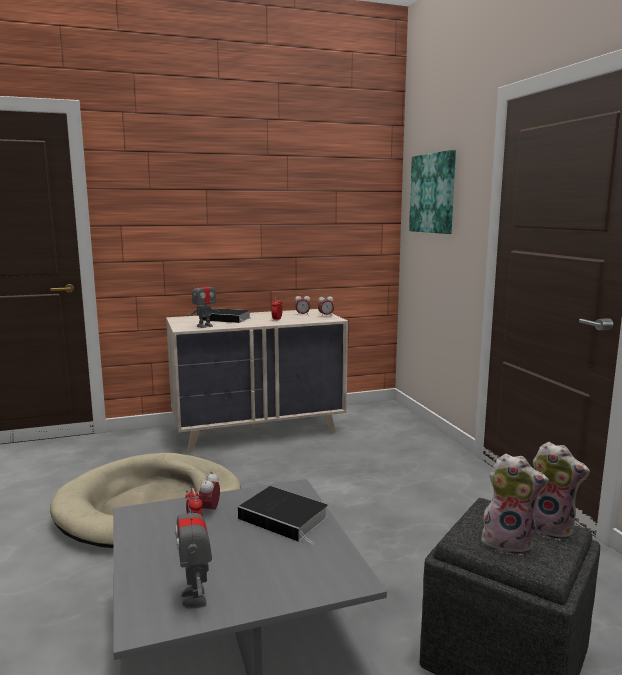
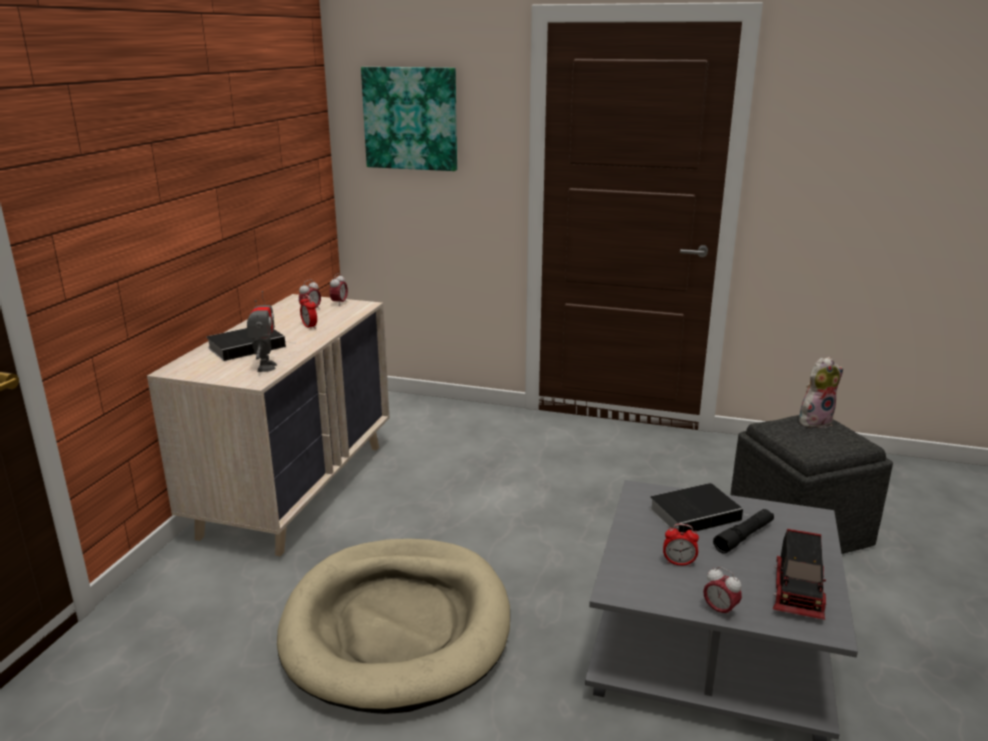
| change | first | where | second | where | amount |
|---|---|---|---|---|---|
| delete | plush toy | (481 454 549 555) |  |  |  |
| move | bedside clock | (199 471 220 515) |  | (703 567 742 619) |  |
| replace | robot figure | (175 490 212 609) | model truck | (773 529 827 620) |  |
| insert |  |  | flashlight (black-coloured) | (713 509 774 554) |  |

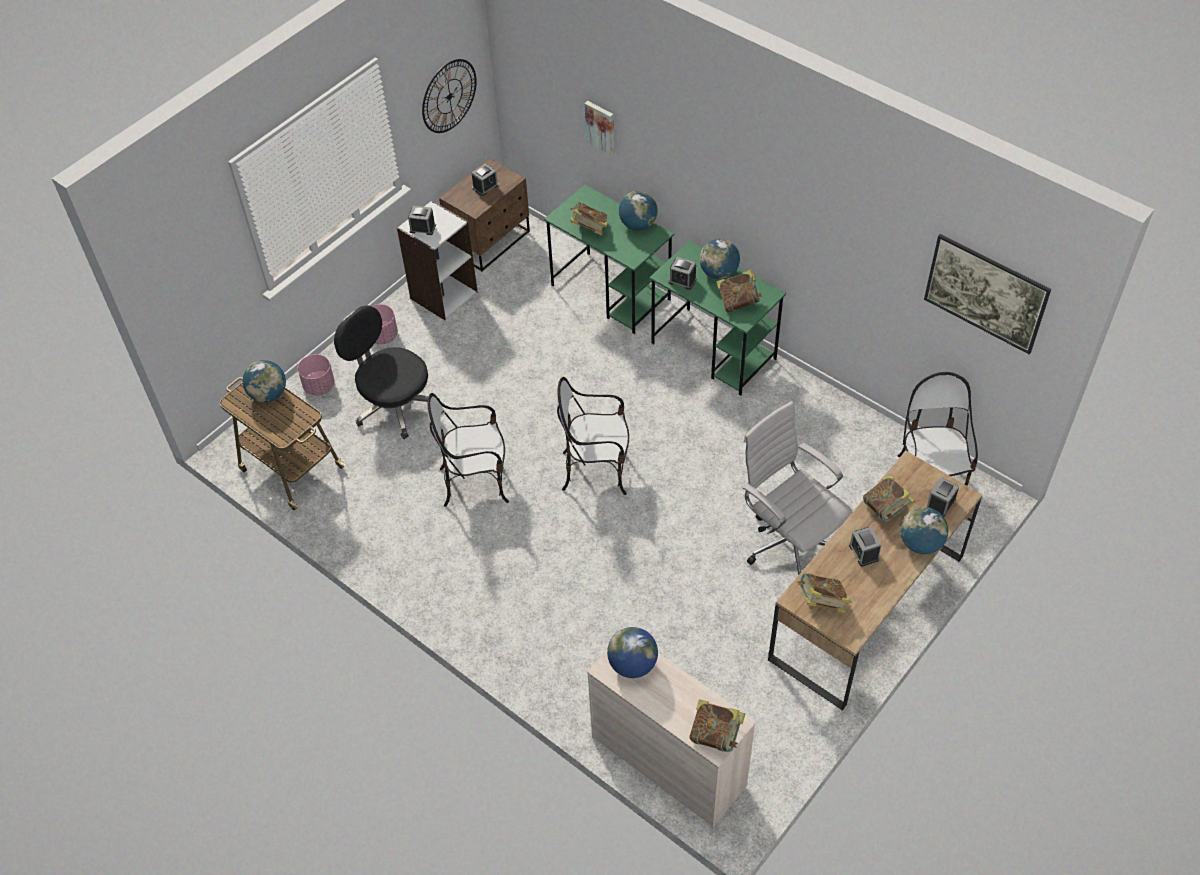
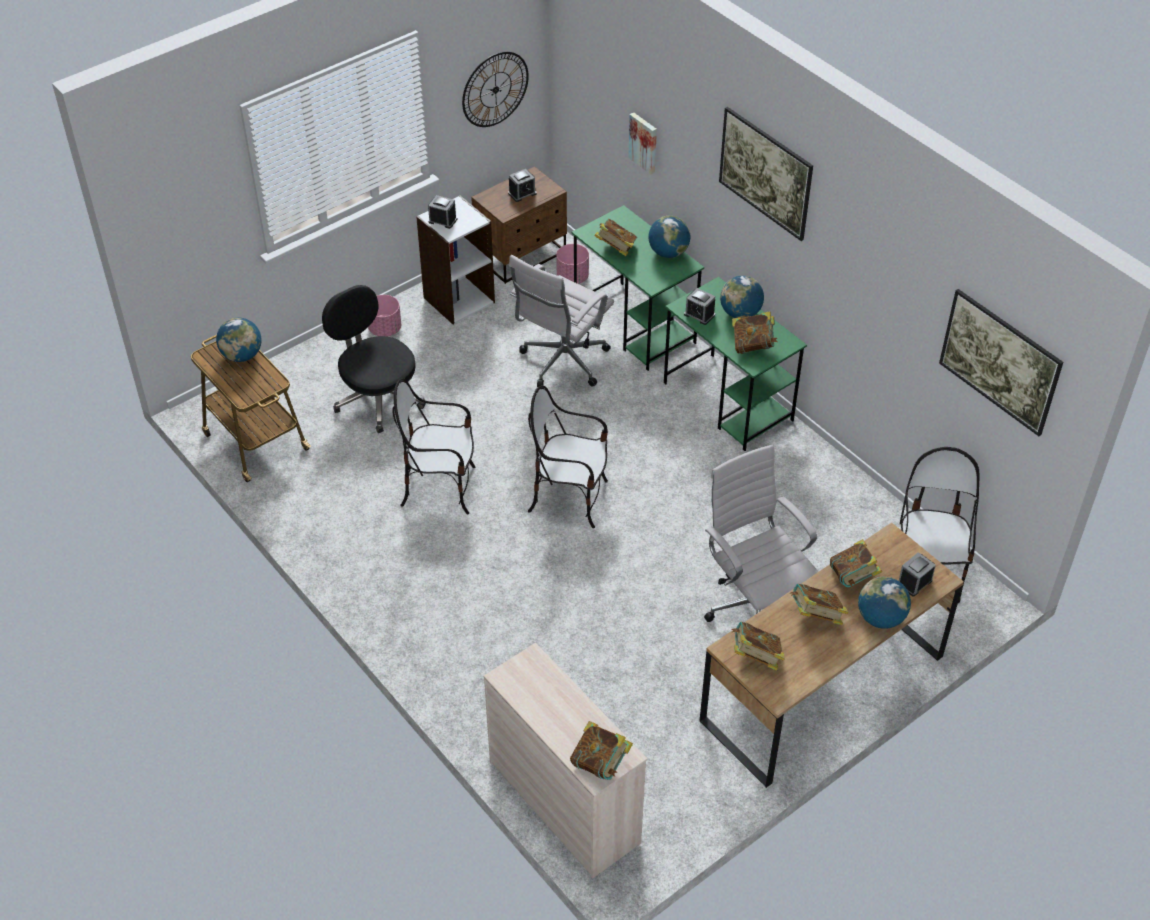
| change | first | where | second | where | amount |
|---|---|---|---|---|---|
| move | flower pot (pink) | (298 354 335 395) |  | (556 244 589 284) |  |
| replace | bedside clock | (849 527 882 567) | book | (790 584 848 625) |  |
| delete | world globe | (607 627 658 678) |  |  |  |
| insert |  |  | wall picture | (719 107 813 241) |  |
| insert |  |  | desk chair (white) | (509 255 614 387) |  |

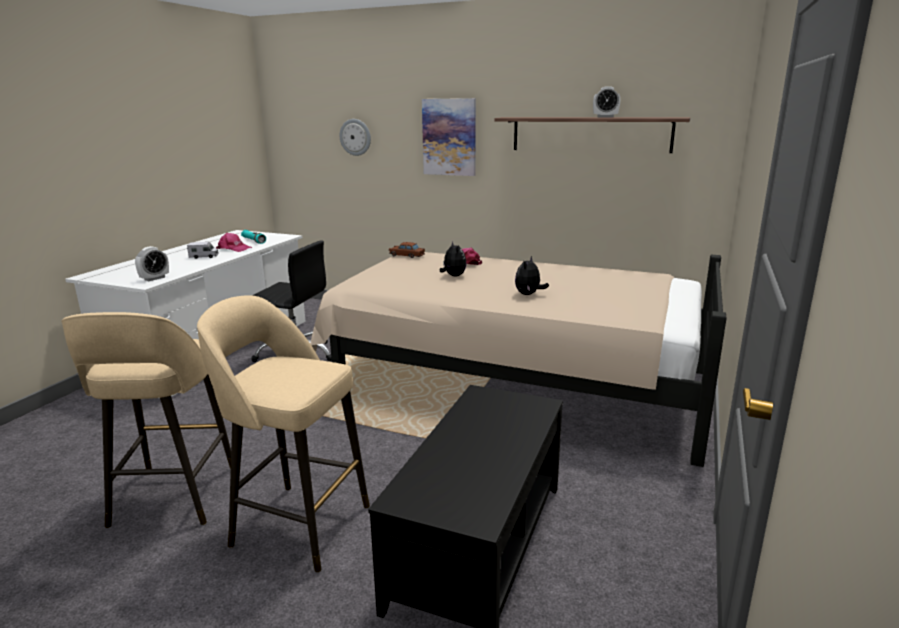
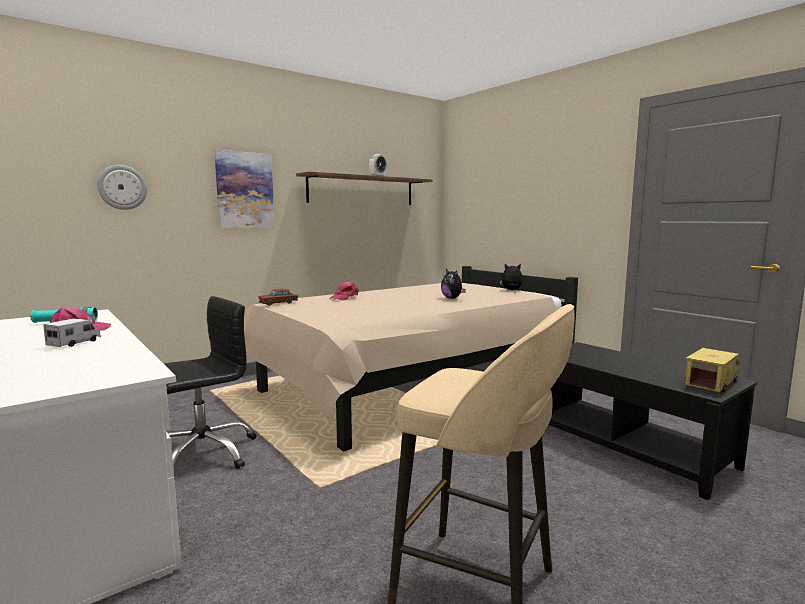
| change | first | where | second | where | amount |
|---|---|---|---|---|---|
| move | plush toy | (440 242 466 276) |  | (499 264 523 290) |  |
| delete | bedside clock | (135 246 169 281) |  |  |  |
| delete | stool (beige) | (197 295 370 572) |  |  |  |
| insert |  |  | model truck | (685 348 740 392) |  |

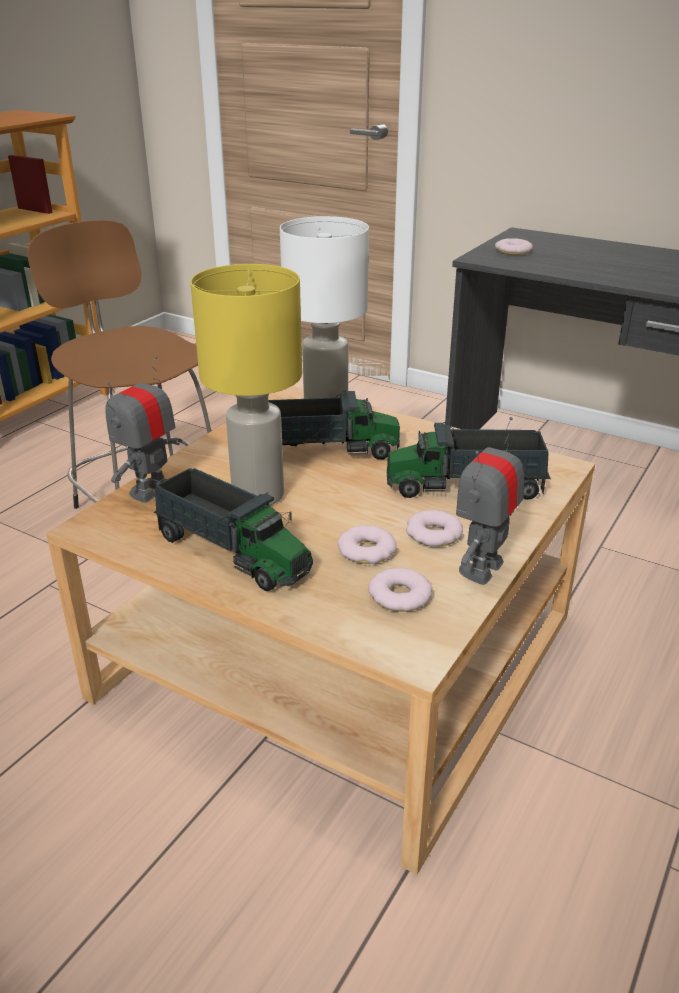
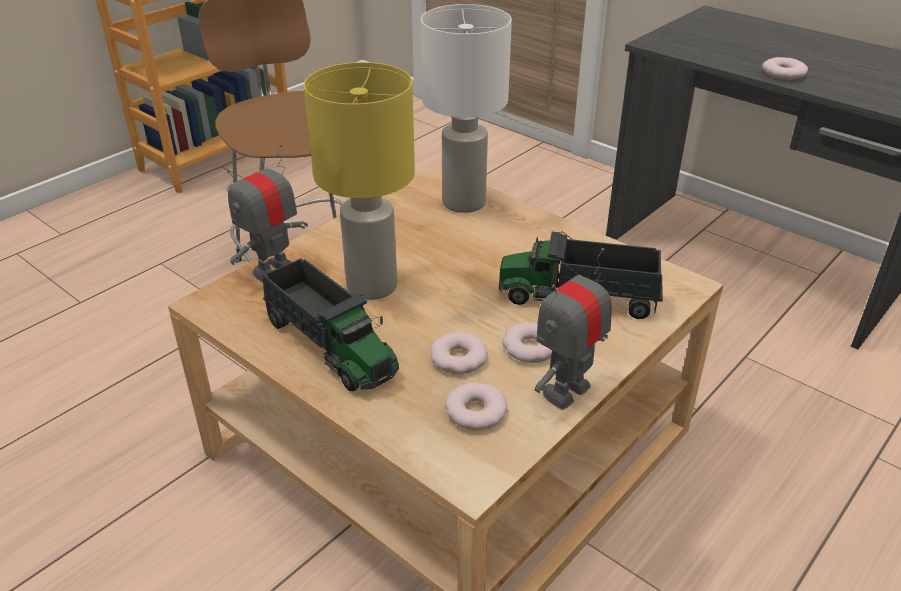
| change | first | where | second | where | amount |
|---|---|---|---|---|---|
| move | doughnut | (495 238 533 255) |  | (762 57 808 80) |  |
| delete | model truck | (268 391 400 459) |  |  |  |

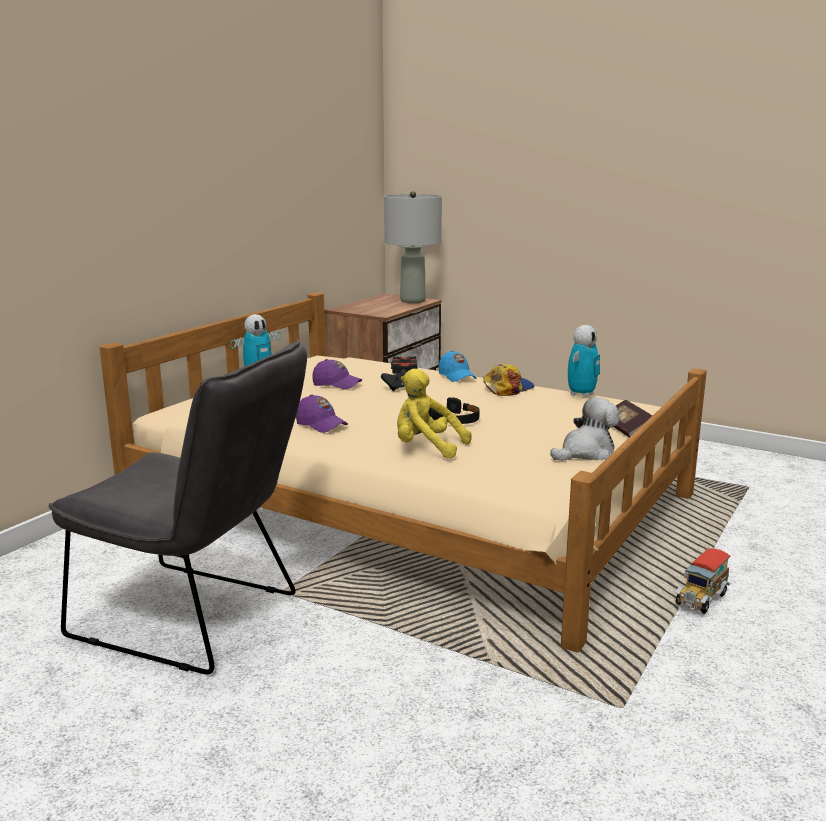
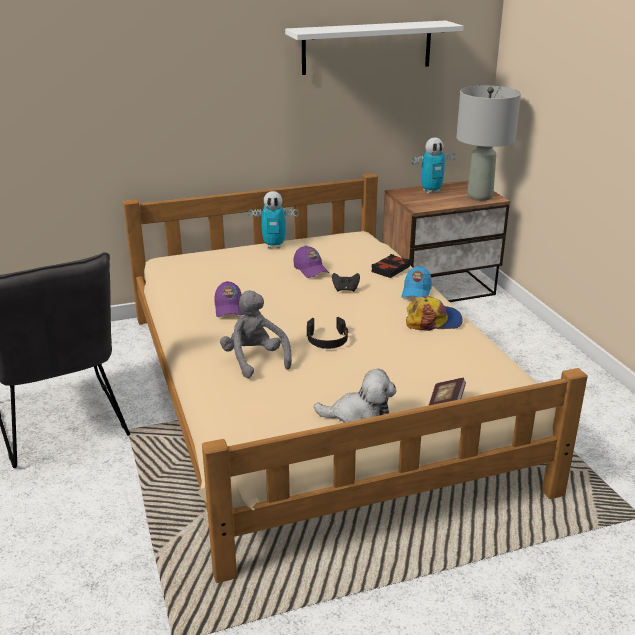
| change | first | where | second | where | amount |
|---|---|---|---|---|---|
| move | robot figure | (568 325 600 398) |  | (412 137 455 194) |  |
| recolor | plush toy (yellow) | (397 369 471 458) | plush toy (gray) | (220 290 292 378) |  |
| delete | model truck | (675 548 730 614) |  |  |  |
| insert |  |  | bracket shelf (white) | (285 20 464 75) |  |

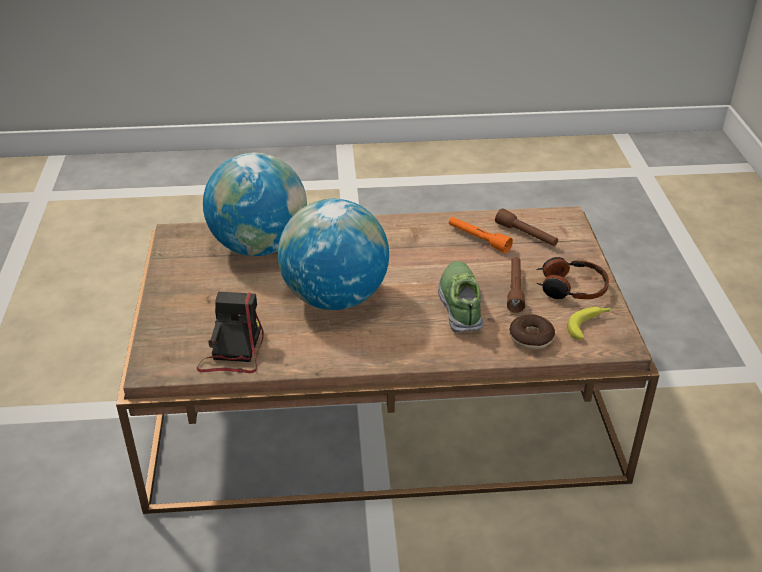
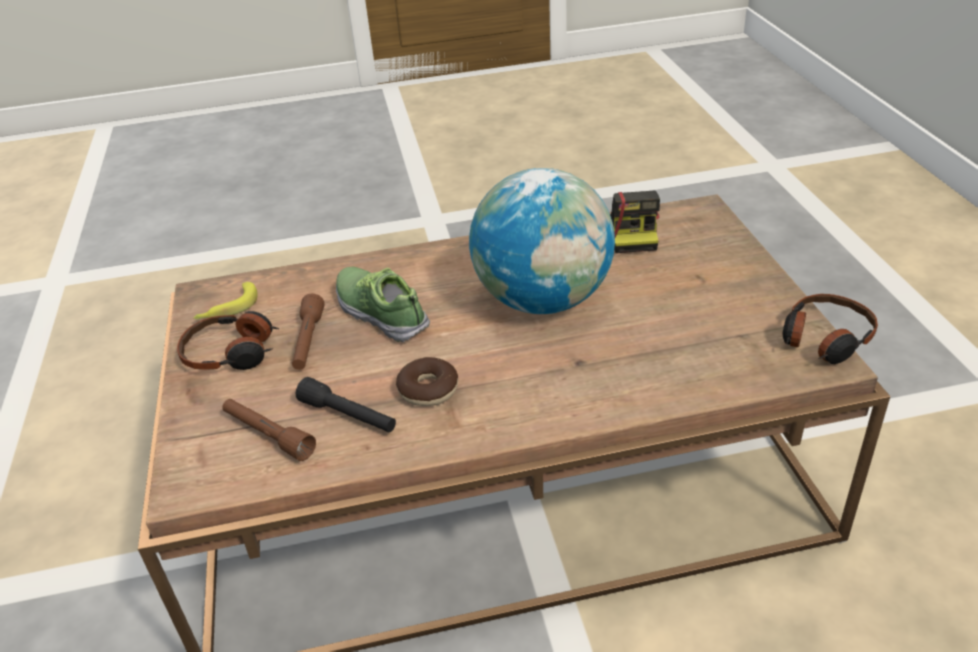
| change | first | where | second | where | amount |
|---|---|---|---|---|---|
| delete | world globe | (203 152 307 256) |  |  |  |
| recolor | flashlight (orange) | (449 217 513 253) | flashlight (black-coloured) | (296 377 396 432) |  |
| rotate | shoe | (438 261 484 333) |  | (336 266 430 342) | 150 degrees clockwise |
| move | doughnut | (509 314 555 349) |  | (396 357 458 406) |  |
| insert |  |  | pair of headphones | (782 294 878 364) |  |

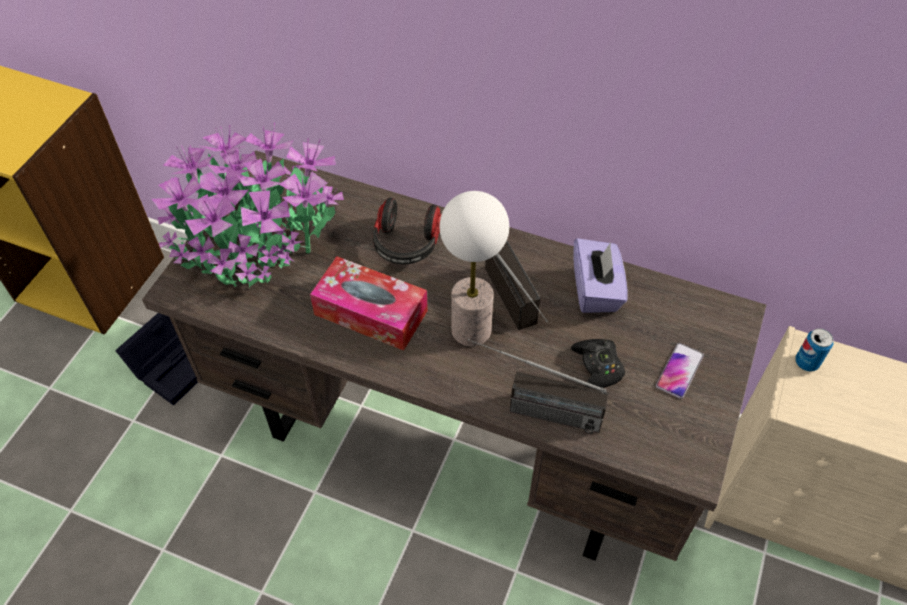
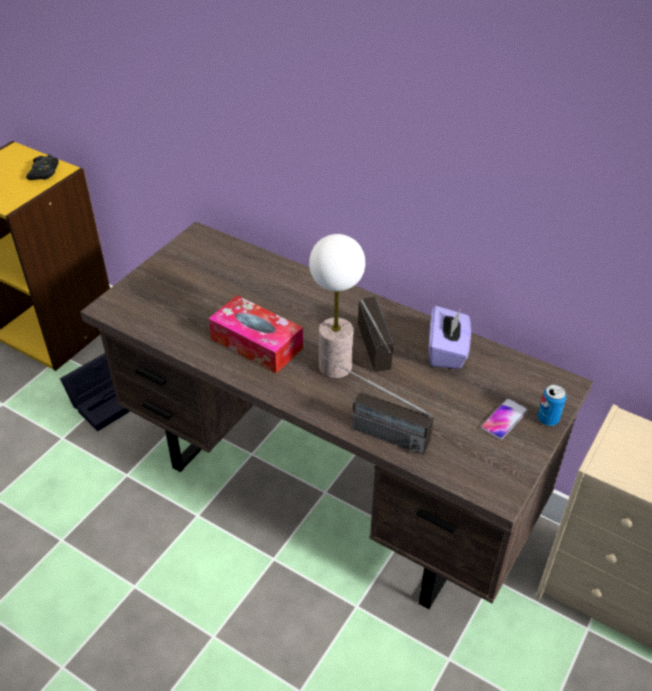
| change | first | where | second | where | amount |
|---|---|---|---|---|---|
| delete | potted plant | (152 123 344 288) |  |  |  |
| delete | pair of headphones | (373 198 442 264) |  |  |  |
| move | sealed can | (795 328 833 372) |  | (537 385 567 426) |  |
| move | game controller (black-coloured) | (571 339 625 389) |  | (26 154 59 180) |  |

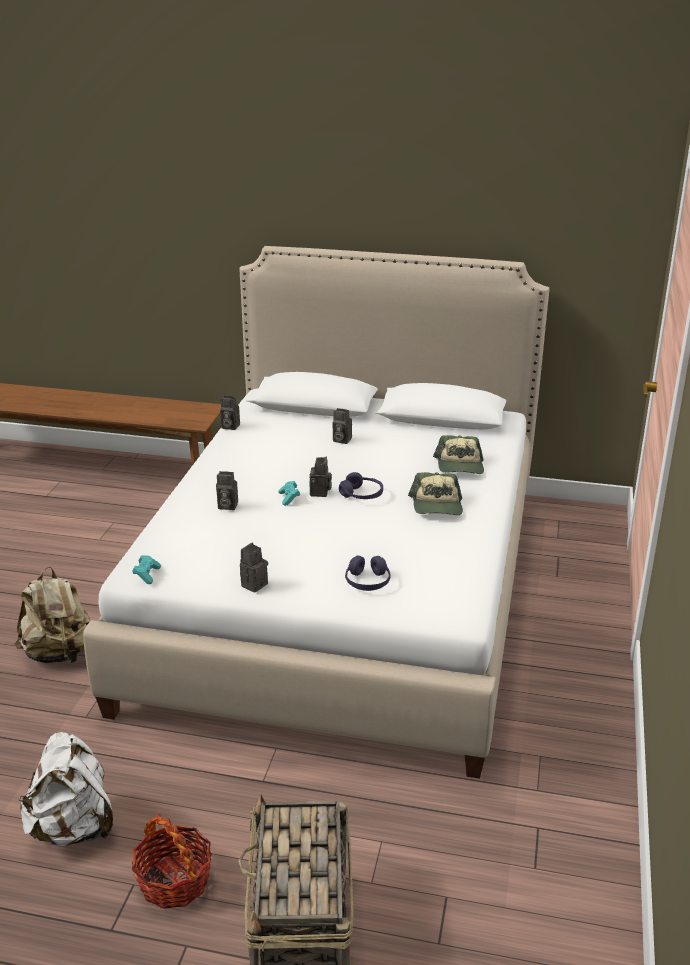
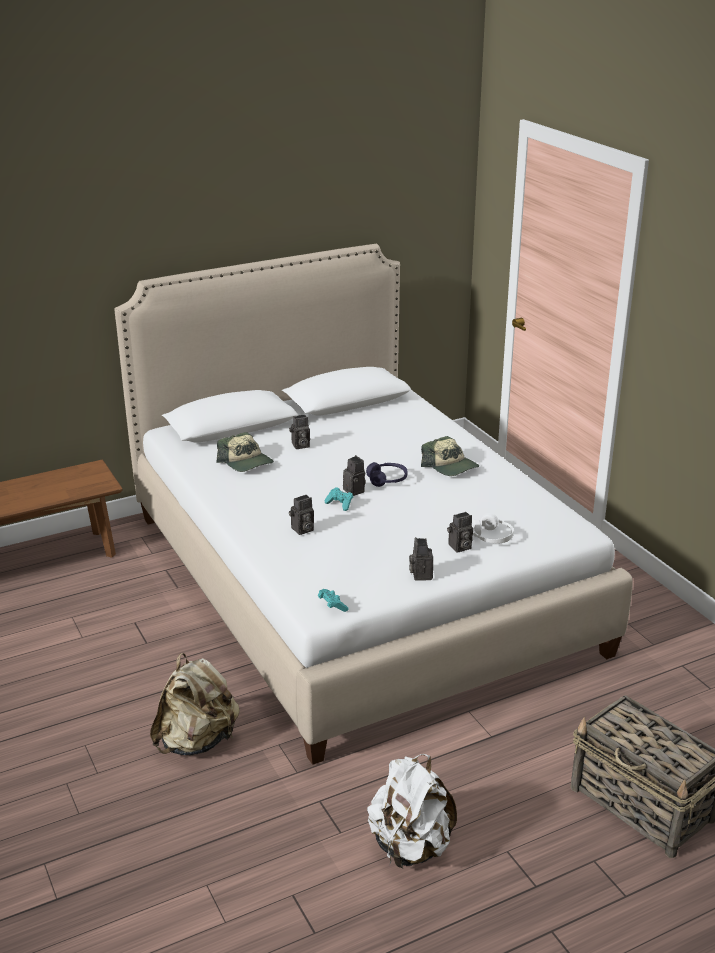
| change | first | where | second | where | amount |
|---|---|---|---|---|---|
| move | photo camera | (220 396 240 430) |  | (447 512 473 552) |  |
| move | baseball cap | (433 435 484 474) |  | (216 432 274 472) |  |
| recolor | pair of headphones (purplish) | (345 556 391 591) | pair of headphones (white) | (472 513 514 543) |  |
| delete | household basket | (132 814 212 909) |  |  |  |

